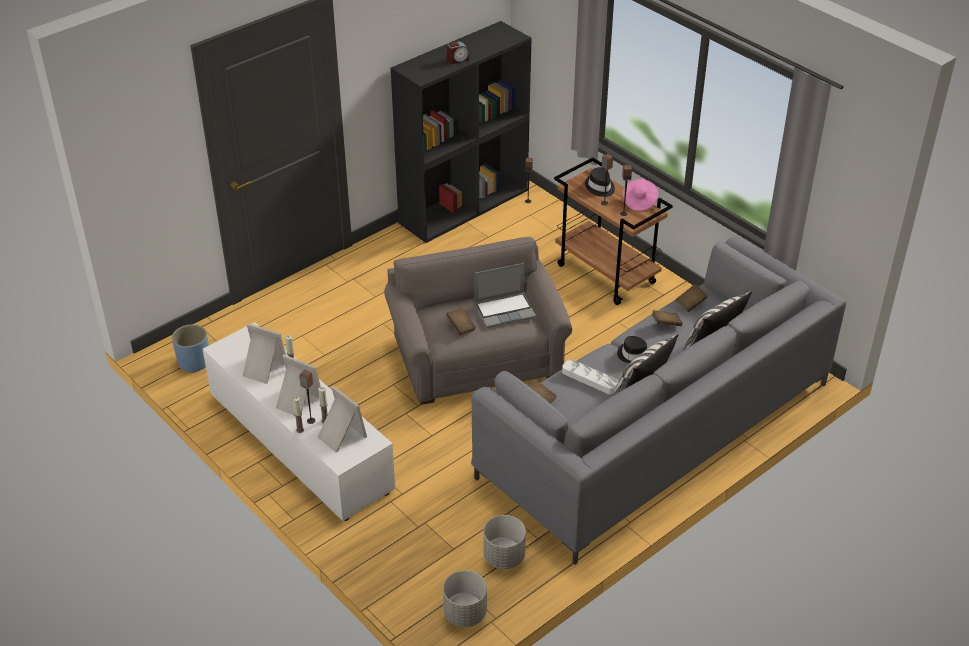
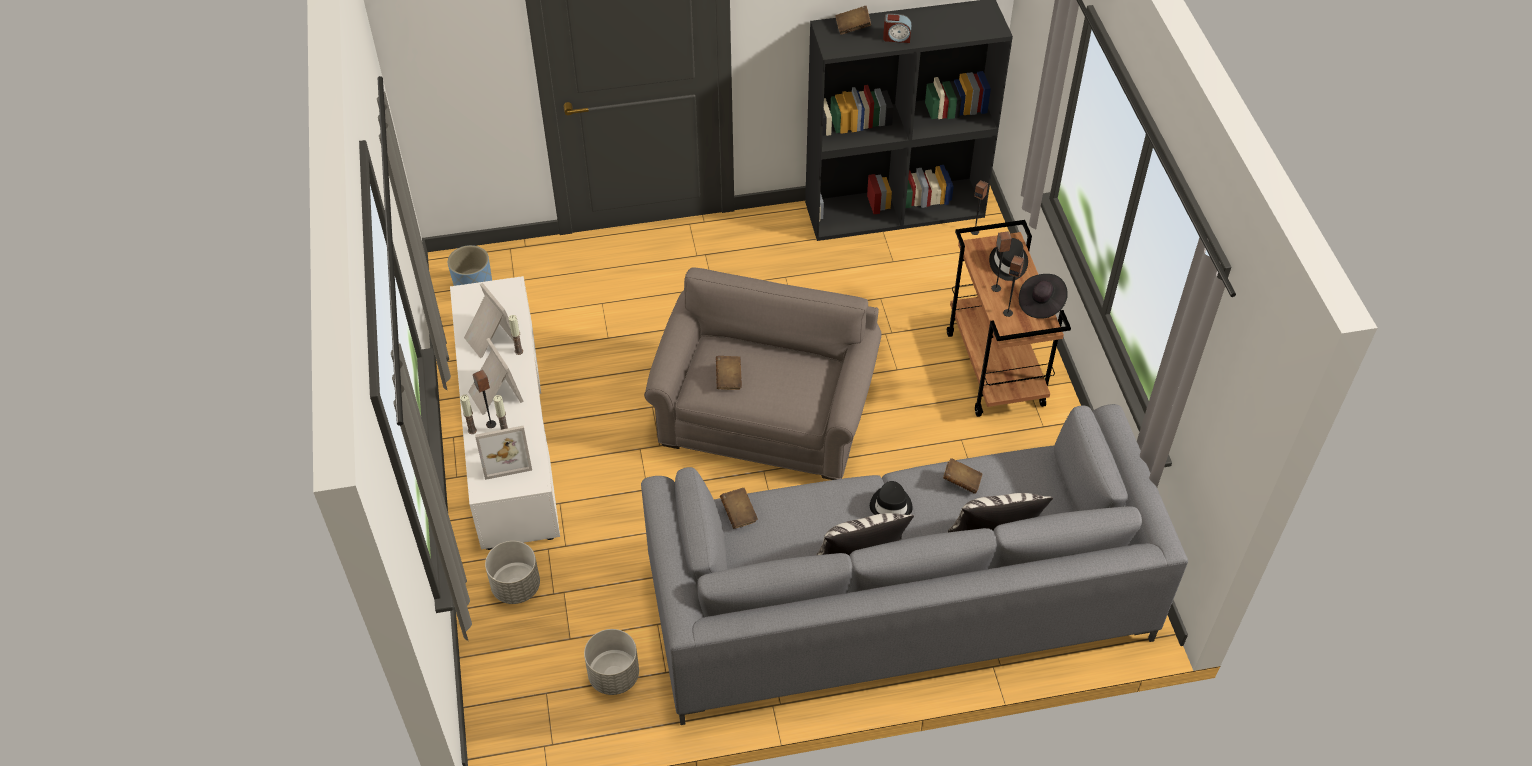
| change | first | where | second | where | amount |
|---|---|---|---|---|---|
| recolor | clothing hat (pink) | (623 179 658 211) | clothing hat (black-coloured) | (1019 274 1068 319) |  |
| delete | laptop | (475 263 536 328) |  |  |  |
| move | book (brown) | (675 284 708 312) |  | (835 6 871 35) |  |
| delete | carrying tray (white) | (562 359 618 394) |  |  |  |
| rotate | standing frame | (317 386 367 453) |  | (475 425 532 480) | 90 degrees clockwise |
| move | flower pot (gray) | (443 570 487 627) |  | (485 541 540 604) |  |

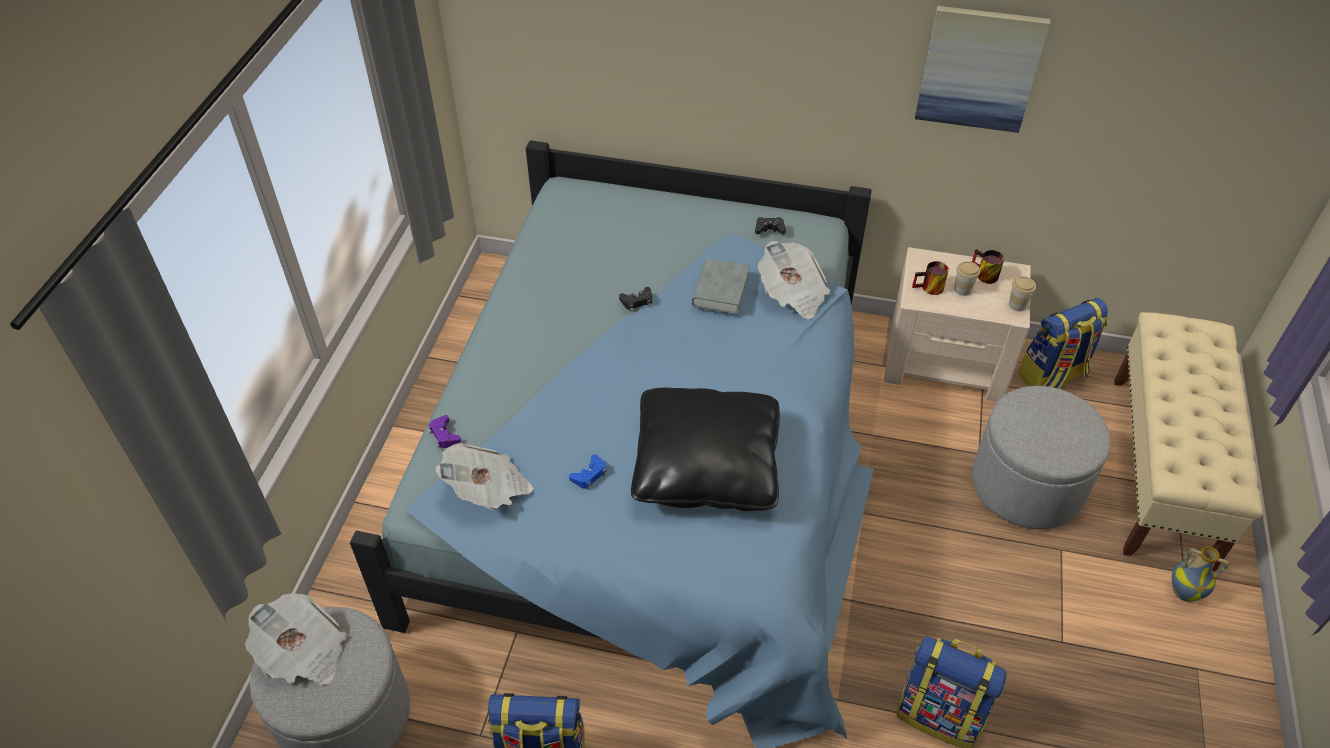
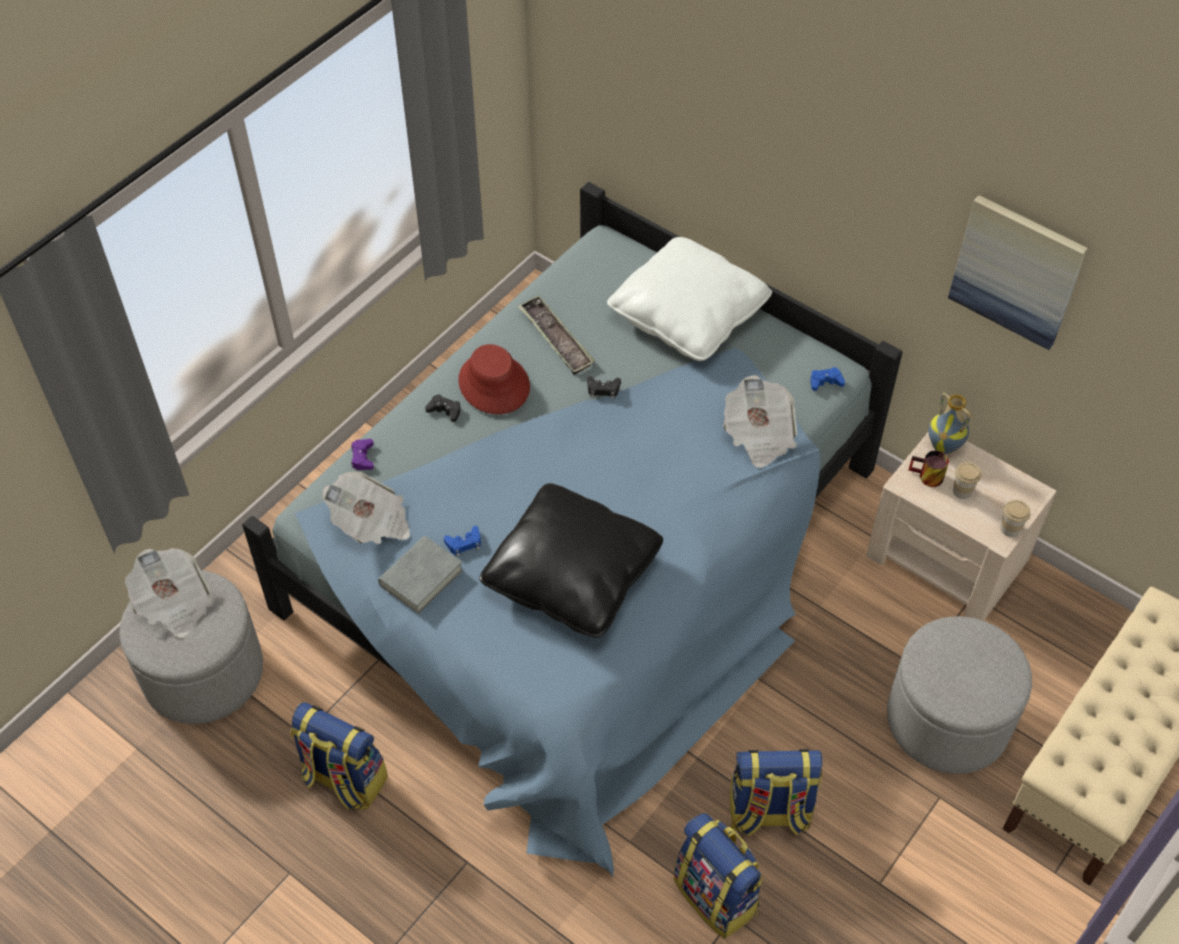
| change | first | where | second | where | amount |
|---|---|---|---|---|---|
| move | game controller (black-coloured) | (755 217 786 234) |  | (425 394 460 422) |  |
| delete | mug | (972 249 1004 284) |  |  |  |
| move | book (gray) | (692 258 750 315) |  | (378 536 463 614) |  |
| move | backpack | (1018 298 1108 389) |  | (730 749 822 836) |  |
| move | flower vase | (1172 546 1229 602) |  | (929 392 972 455) |  |
| insert |  |  | cushion (white) | (607 237 772 361) |  |
| insert |  |  | carrying tray | (518 295 595 375) |  |
| insert |  |  | clothing hat (red-coloured) | (458 344 530 414) |  |
| insert |  |  | game controller (bluish) | (810 367 845 391) |  |

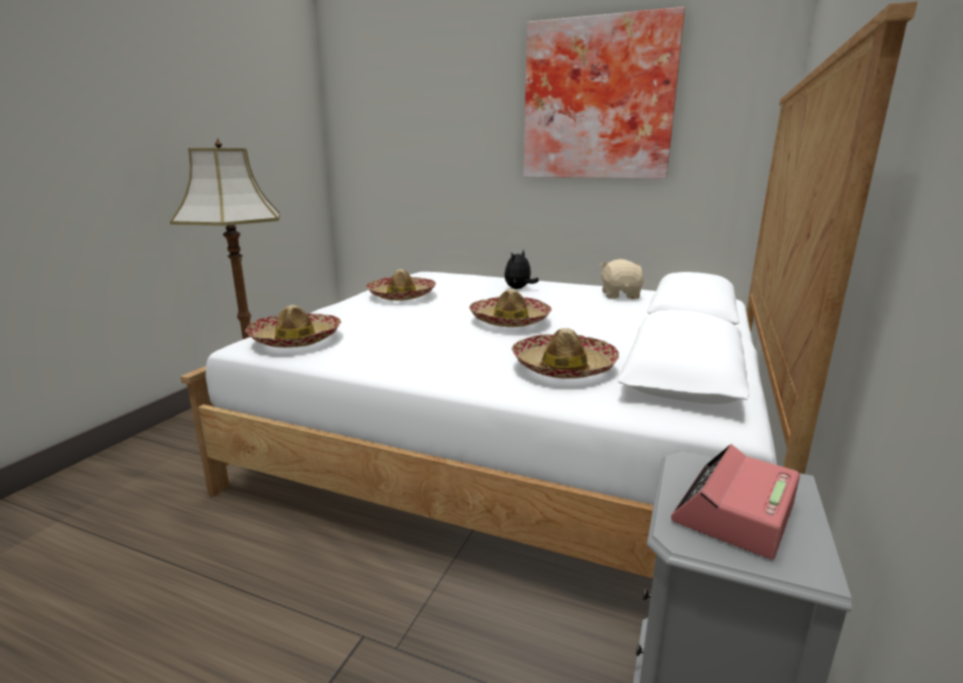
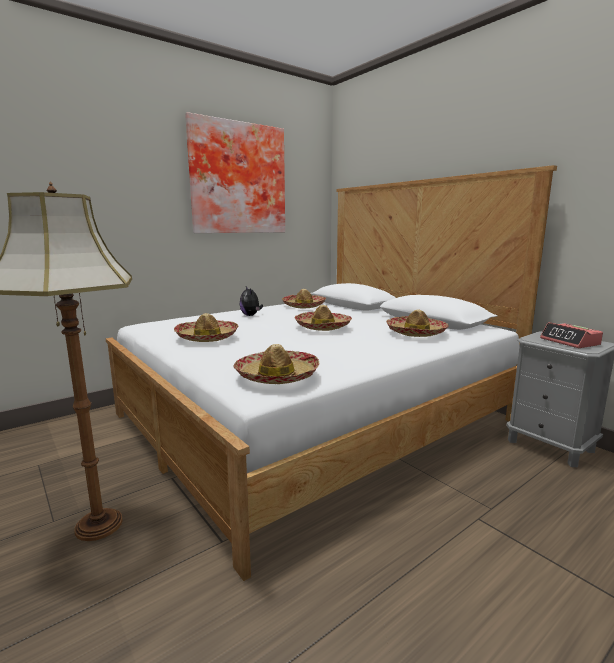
| change | first | where | second | where | amount |
|---|---|---|---|---|---|
| replace | plush toy (beige) | (600 259 644 299) | clothing hat | (282 289 326 308) |  |

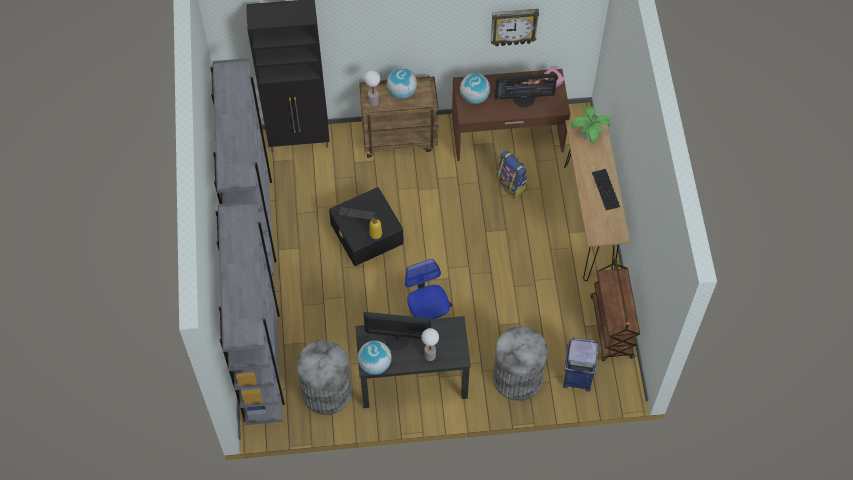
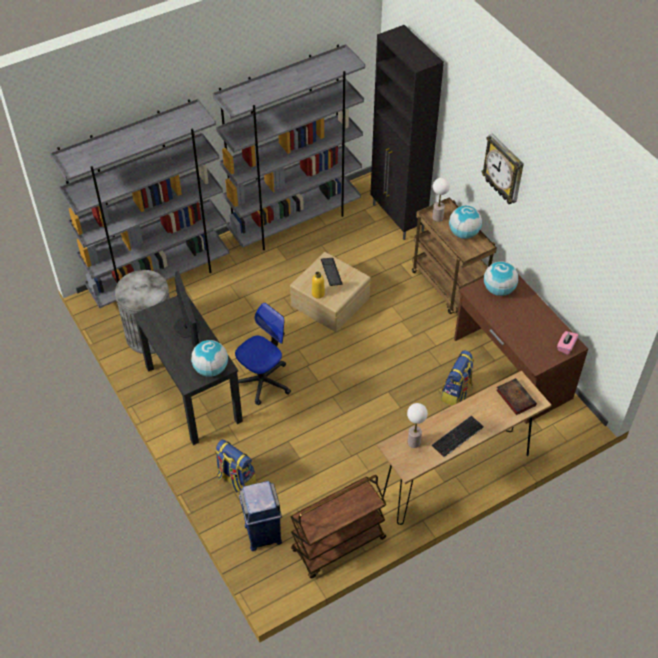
| change | first | where | second | where | amount |
|---|---|---|---|---|---|
| move | wall clock | (491 9 539 46) |  | (481 134 524 204) |  |
| delete | computer screen | (495 73 557 108) |  |  |  |
| replace | potted plant | (571 106 611 143) | book | (496 378 537 415) |  |
| recolor | storage box (black-coloured) | (329 187 404 266) | storage box (beige) | (290 252 371 332) |  |
| replace | rubbish bin (gray) | (493 326 548 401) | backpack | (215 439 256 493) |  |
| move | lamp for a table | (421 328 439 361) |  | (407 403 428 448) |  |
| move | world globe | (358 341 392 375) |  | (191 340 228 377) |  |

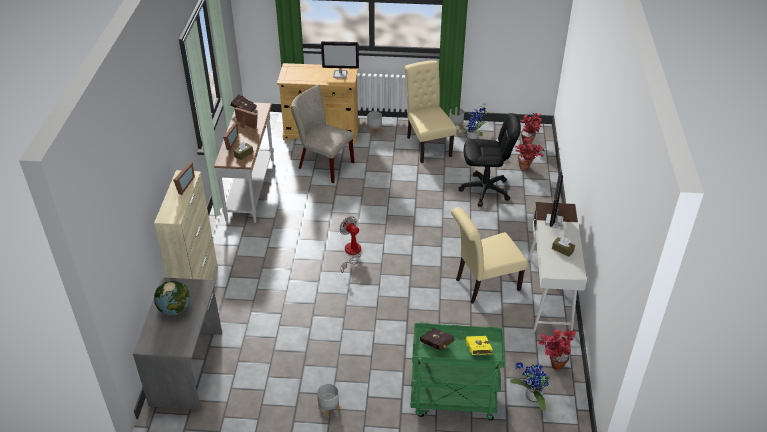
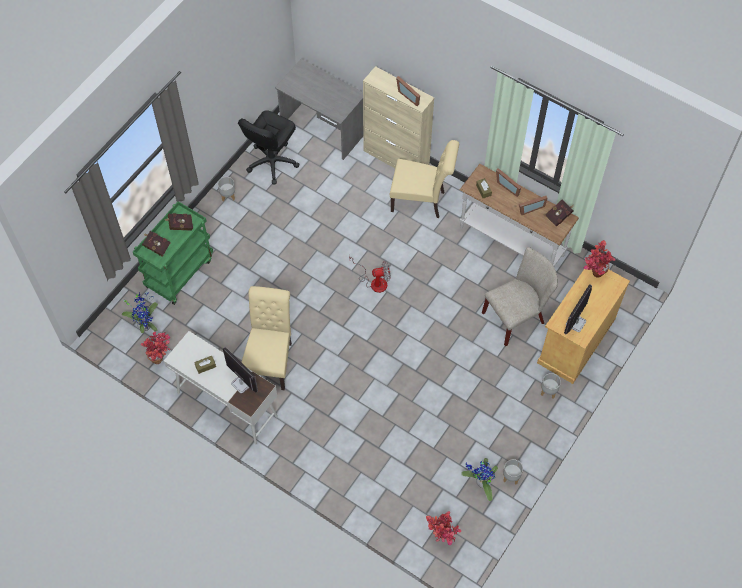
| change | first | where | second | where | amount |
|---|---|---|---|---|---|
| move | chair (beige) | (404 60 457 163) |  | (390 140 459 218) |  |
| move | desk chair (black-coloured) | (458 113 521 207) |  | (238 110 299 185) |  |
| move | potted plant | (515 138 545 171) |  | (584 240 616 278) |  |
| delete | world globe | (154 281 190 315) |  |  |  |
| recolor | book (yellow) | (466 336 492 357) | book (red-coloured) | (142 231 171 257) |  |

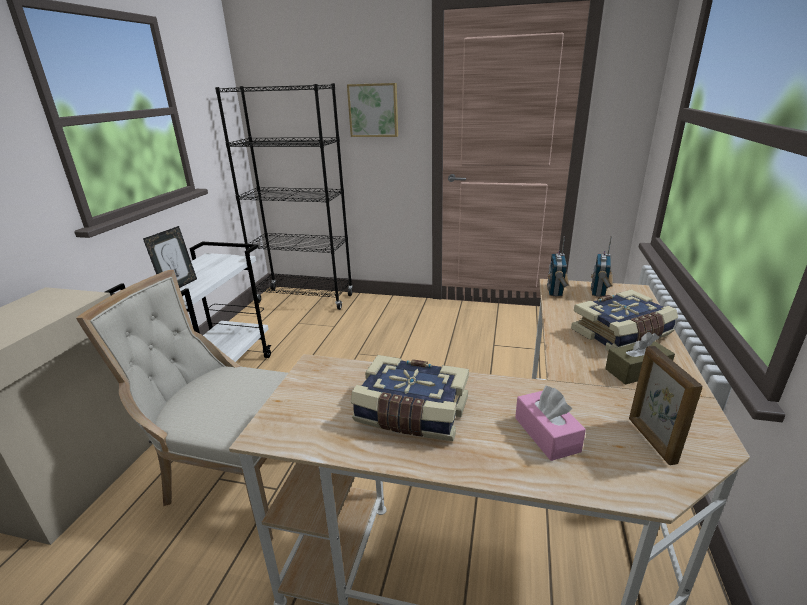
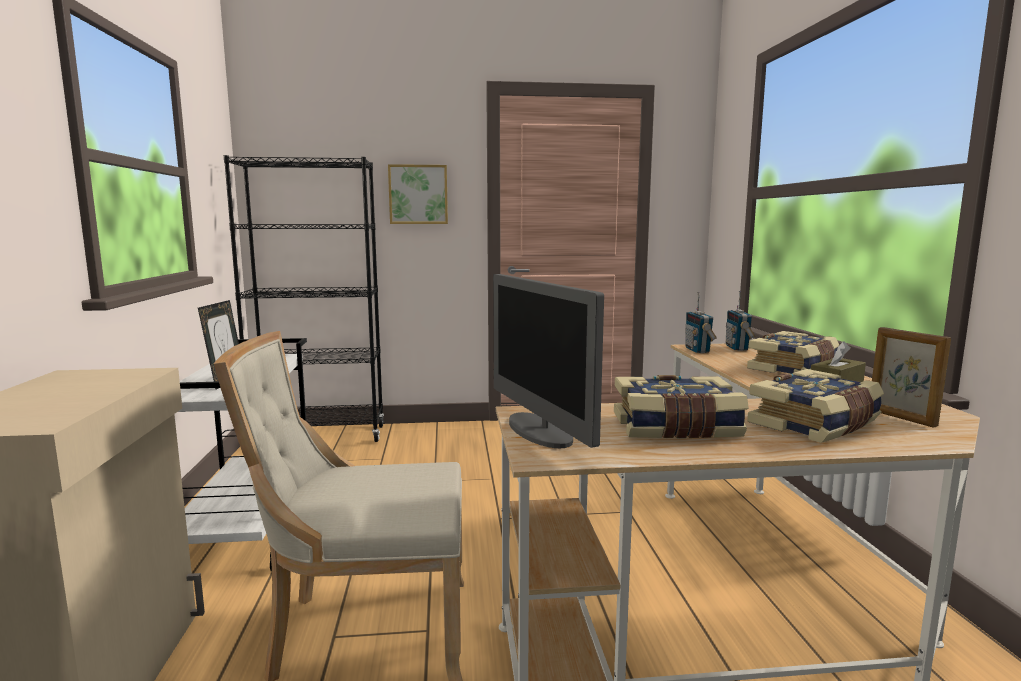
| change | first | where | second | where | amount |
|---|---|---|---|---|---|
| replace | box of tissues (pink) | (515 386 586 461) | book | (747 369 884 443) |  |
| insert |  |  | computer screen | (493 274 604 448) |  |

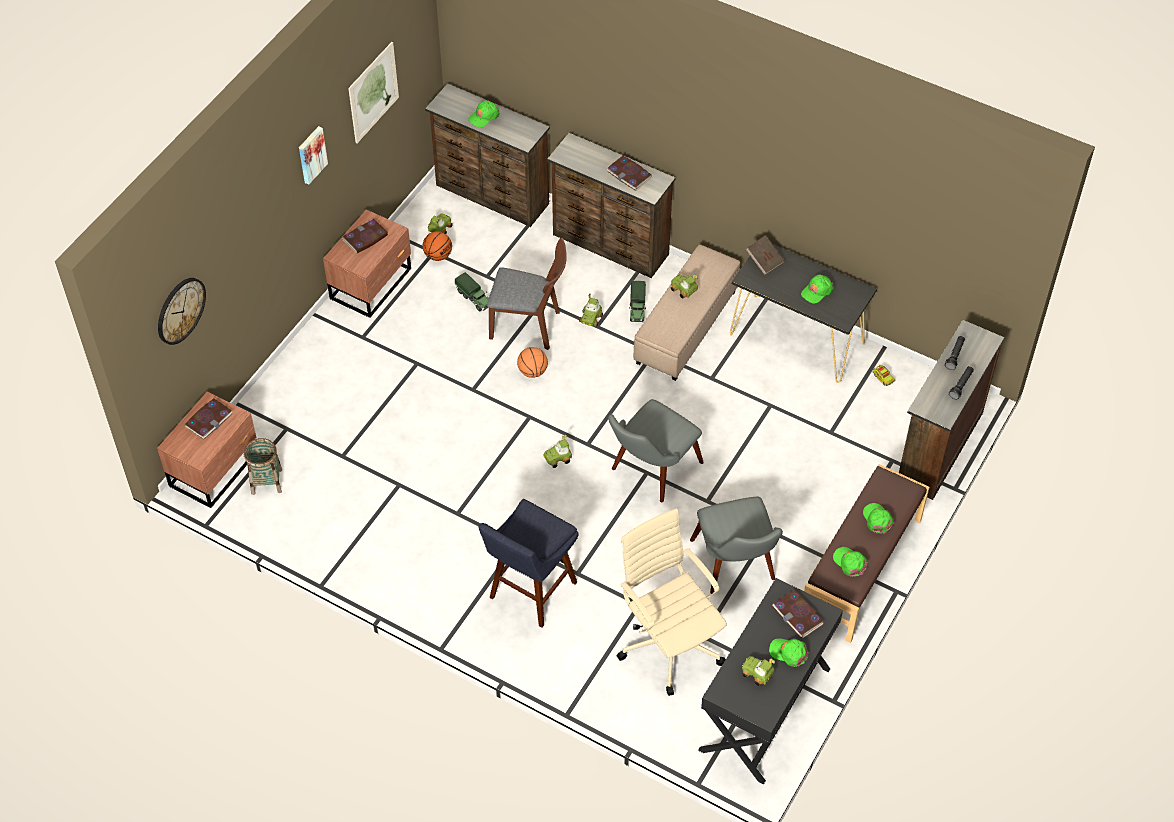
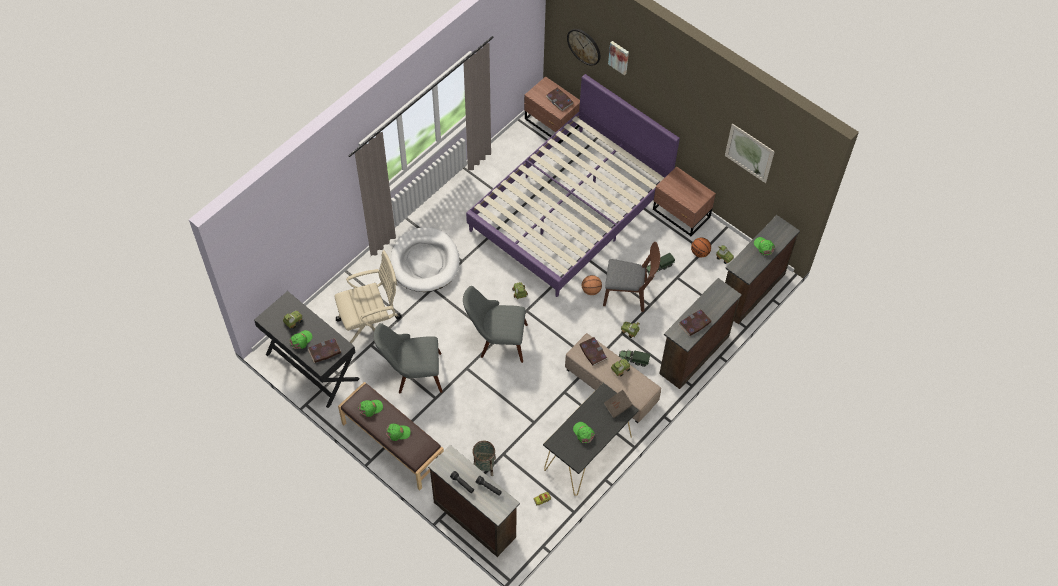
| change | first | where | second | where | amount |
|---|---|---|---|---|---|
| move | wall picture | (299 126 328 185) |  | (608 41 629 75) |  |
| move | book | (342 219 388 253) |  | (579 337 608 366) |  |
| rotate | chair (brown) | (487 238 567 350) |  | (603 242 660 312) | 105 degrees counterclockwise |
| rotate | chair (gray) | (608 399 704 503) |  | (463 286 528 363) | 45 degrees counterclockwise |
| move | household basket | (243 438 282 495) |  | (473 441 496 476) |  |
| replace | stool (bluish) | (479 499 578 628) | dog bed (white) | (391 227 460 292) |  |
| insert |  |  | bedroom bed (purplish) | (466 74 680 297) |  |

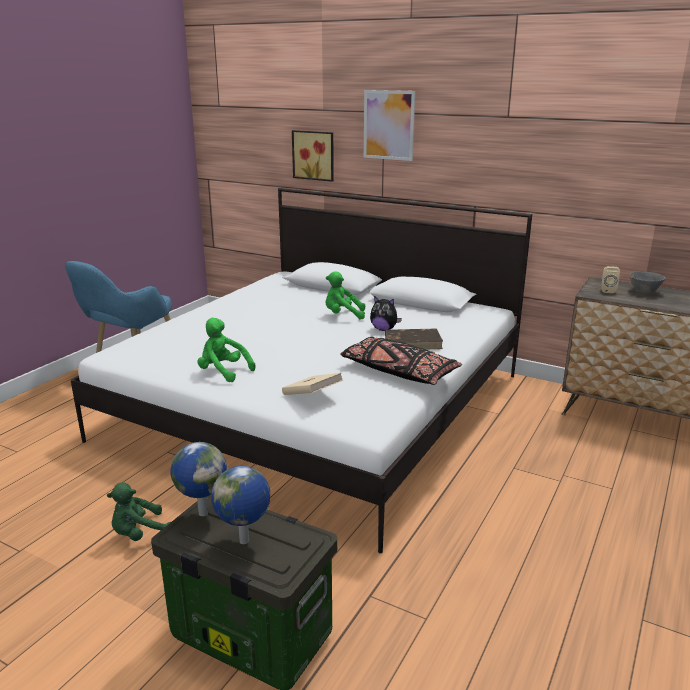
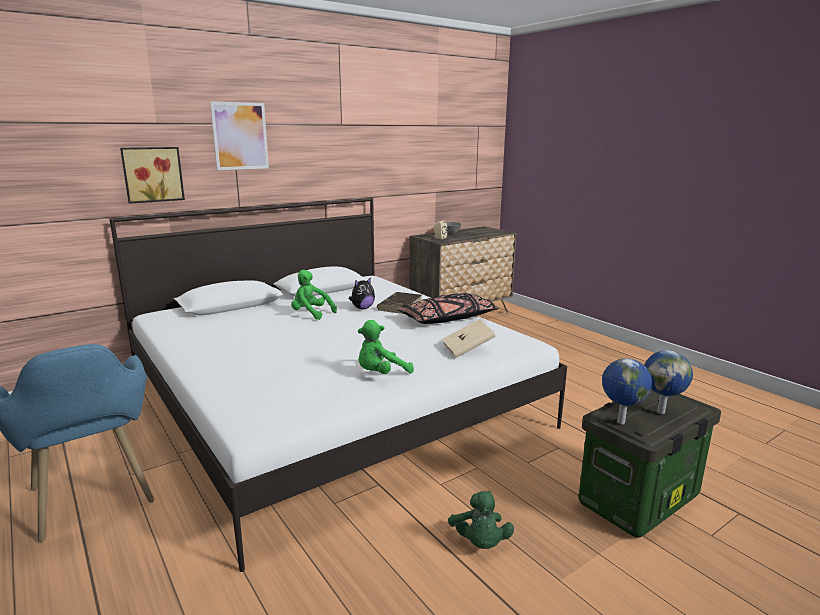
| change | first | where | second | where | amount |
|---|---|---|---|---|---|
| rotate | plush toy (greenish) | (326 271 365 320) |  | (291 270 337 320) | 90 degrees clockwise |

